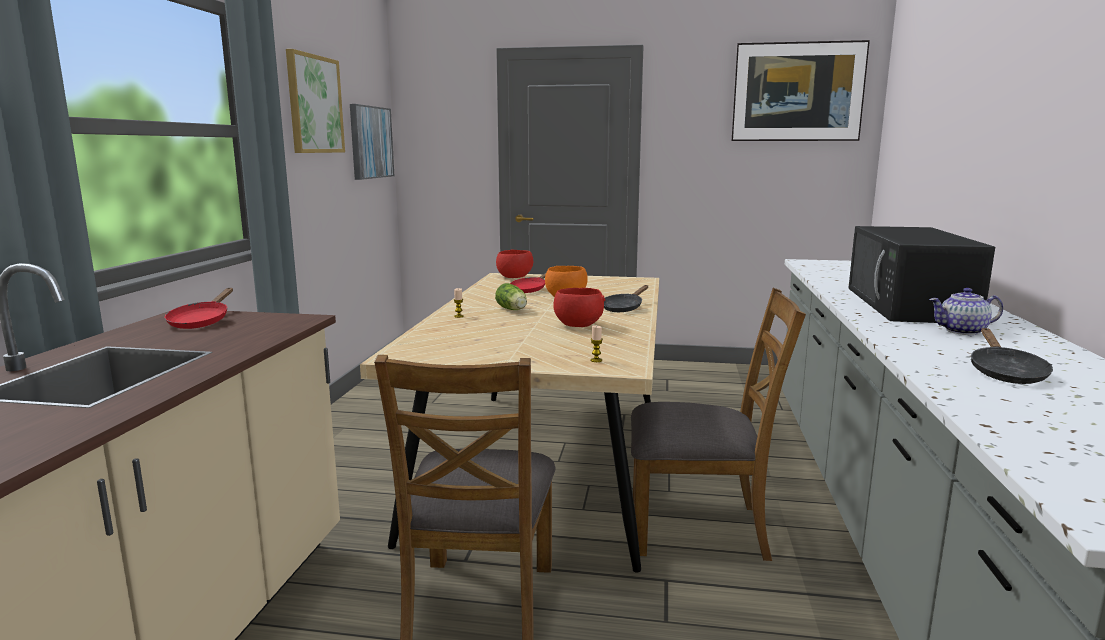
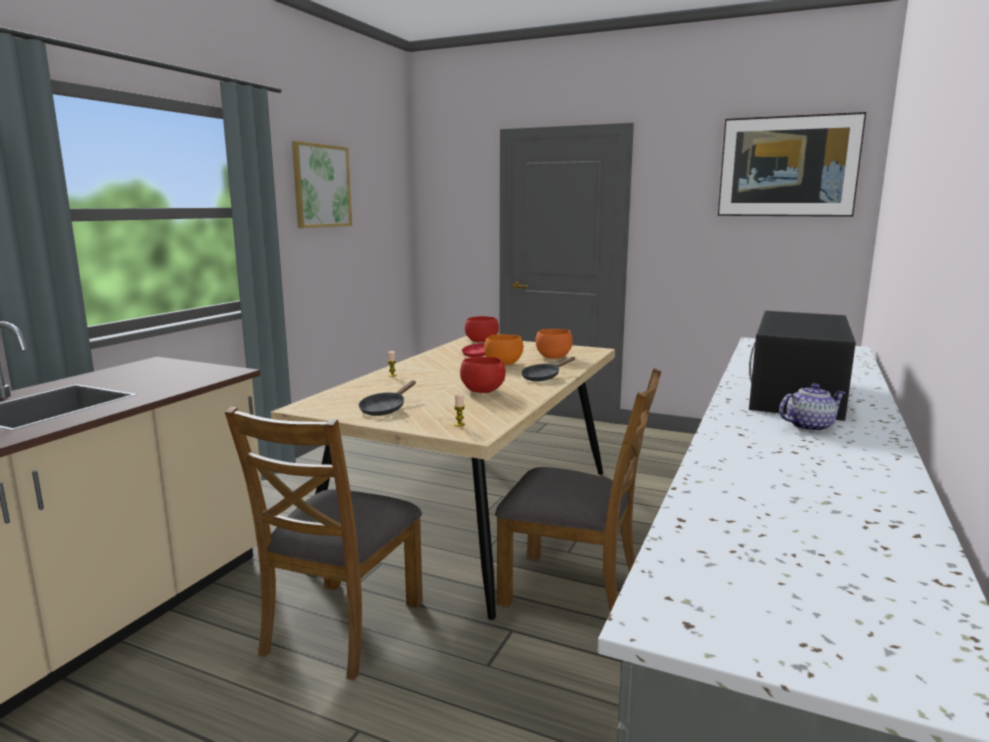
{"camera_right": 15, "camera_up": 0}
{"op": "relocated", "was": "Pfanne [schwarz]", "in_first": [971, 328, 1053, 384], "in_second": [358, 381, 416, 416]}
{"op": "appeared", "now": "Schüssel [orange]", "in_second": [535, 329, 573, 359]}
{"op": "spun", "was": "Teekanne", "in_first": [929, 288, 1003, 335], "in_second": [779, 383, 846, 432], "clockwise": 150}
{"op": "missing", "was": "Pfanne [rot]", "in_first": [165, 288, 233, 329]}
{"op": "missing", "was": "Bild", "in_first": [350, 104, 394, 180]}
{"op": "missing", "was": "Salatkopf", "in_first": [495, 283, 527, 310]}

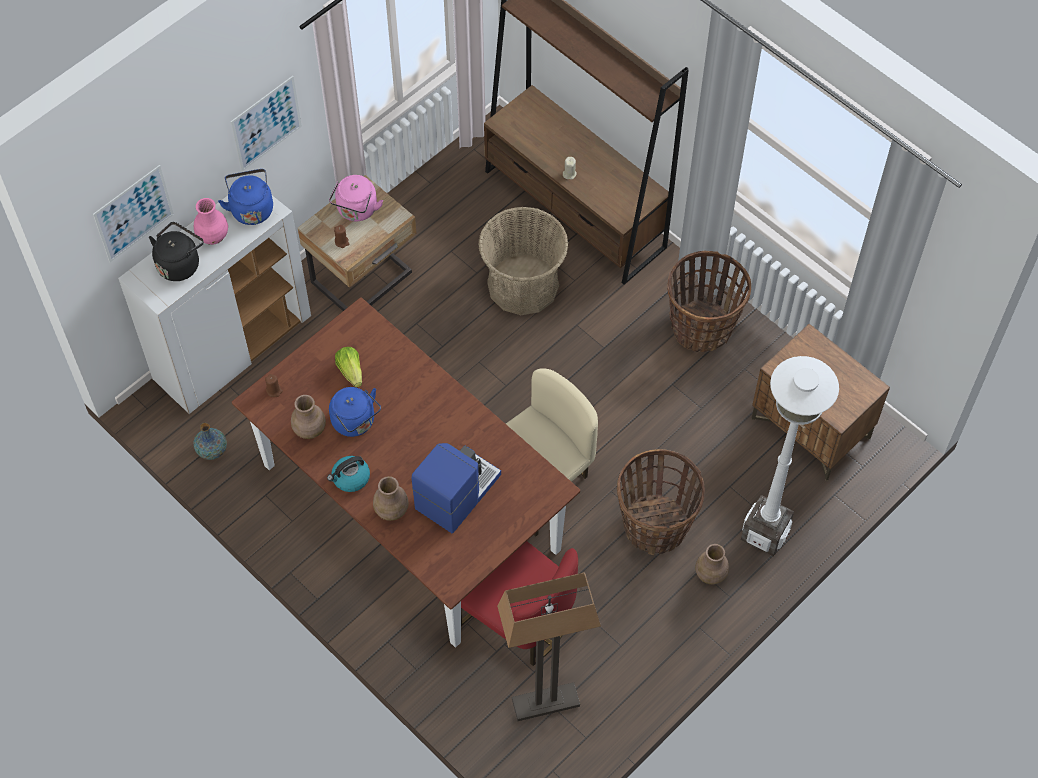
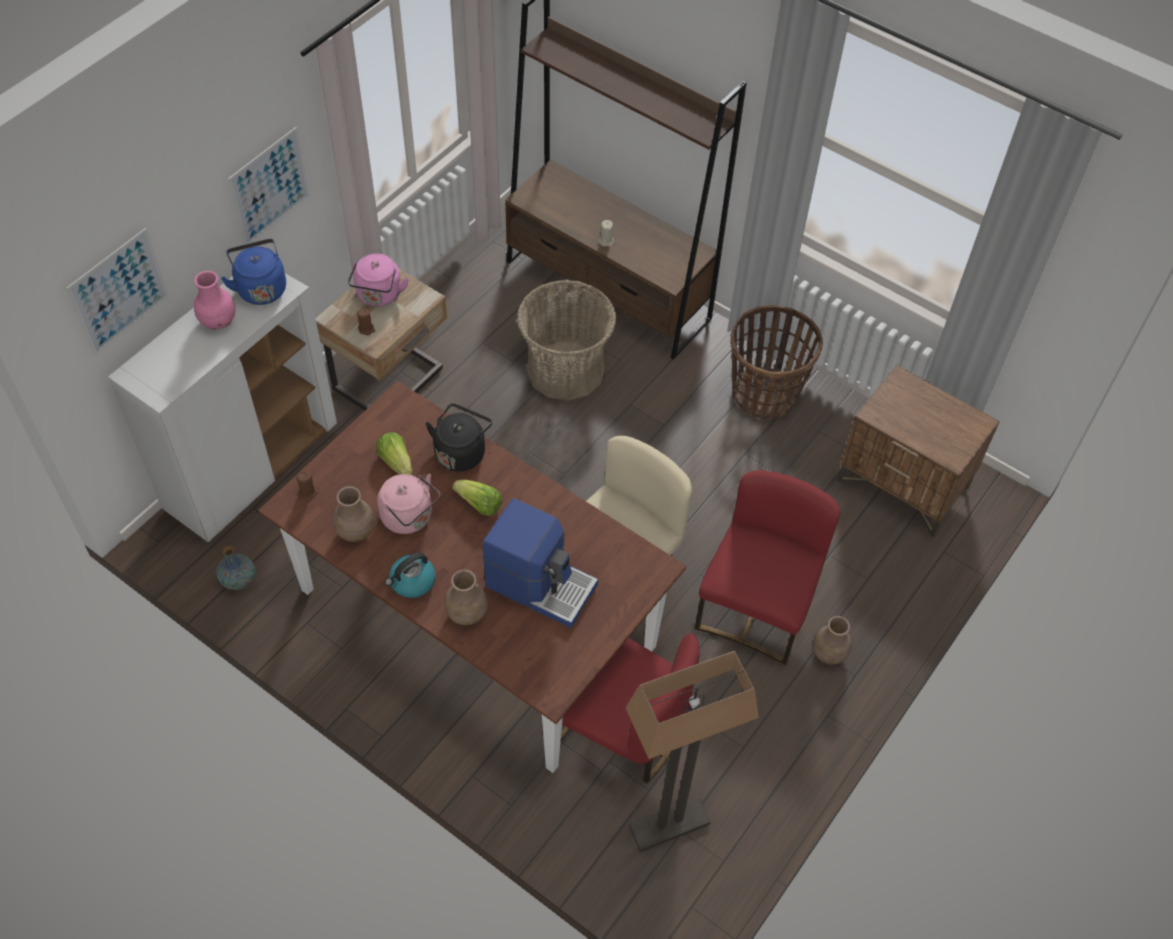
{"camera_right": -10, "camera_up": -5}
{"op": "colour", "was": "Wasserkessel [blau]", "now": "Wasserkessel [rosa]", "in_first": [329, 387, 381, 437], "in_second": [377, 474, 440, 534]}
{"op": "relocated", "was": "Wasserkessel [schwarz]", "in_first": [149, 222, 204, 281], "in_second": [426, 403, 492, 472]}
{"op": "appeared", "now": "Salatkopf", "in_second": [452, 480, 502, 516]}
{"op": "spun", "was": "Kaffeemaschine", "in_first": [412, 443, 501, 533], "in_second": [483, 498, 598, 628], "clockwise": 90}
{"op": "exchanged", "was": "Korb", "now": "Stuhl [rot]", "in_first": [617, 449, 705, 555], "in_second": [695, 470, 841, 665]}
{"op": "missing", "was": "Stehlampe [weiß]", "in_first": [741, 356, 839, 556]}

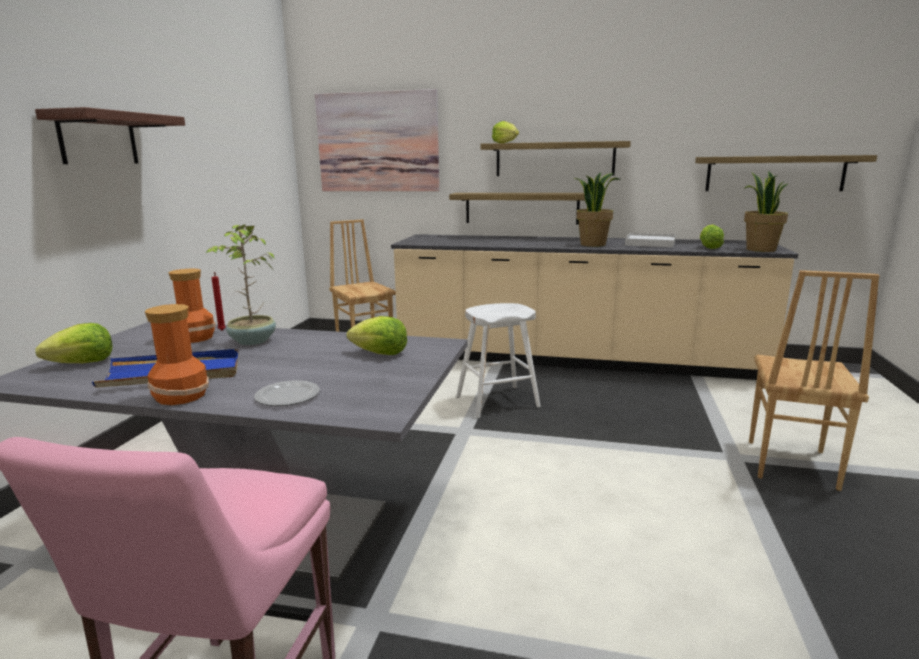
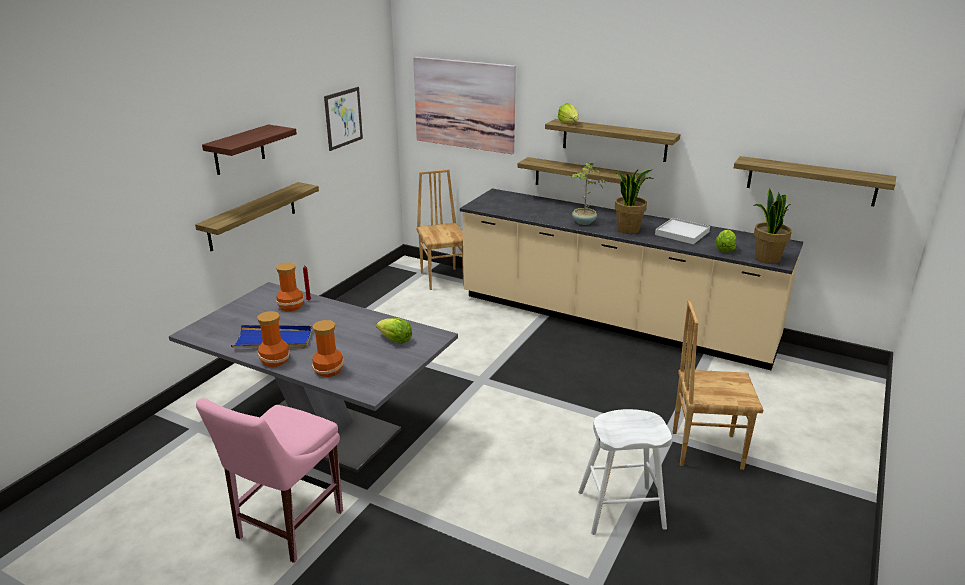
{"camera_right": 15, "camera_up": 10}
{"op": "appeared", "now": "Wandregal", "in_second": [195, 182, 319, 251]}
{"op": "exchanged", "was": "Teller", "now": "Vase", "in_first": [254, 380, 320, 406], "in_second": [312, 320, 344, 377]}
{"op": "appeared", "now": "Bild", "in_second": [324, 87, 363, 151]}
{"op": "relocated", "was": "Topfpflanze", "in_first": [206, 224, 276, 345], "in_second": [571, 163, 605, 225]}
{"op": "relocated", "was": "Hocker [weiß]", "in_first": [456, 303, 541, 419], "in_second": [578, 409, 672, 535]}
{"op": "spun", "was": "Stuhl [braun]", "in_first": [749, 270, 880, 491], "in_second": [673, 300, 764, 470], "clockwise": 60}
{"op": "missing", "was": "Salatkopf", "in_first": [35, 323, 112, 363]}

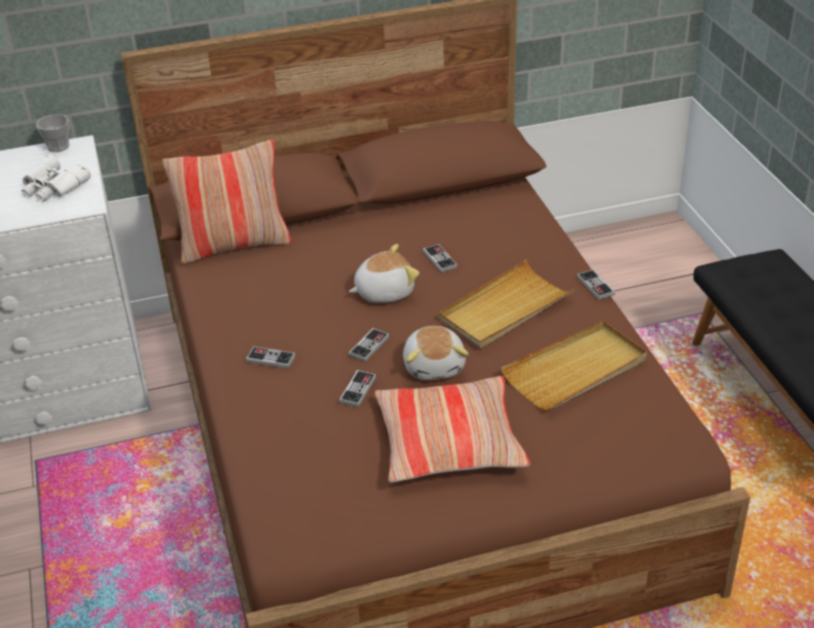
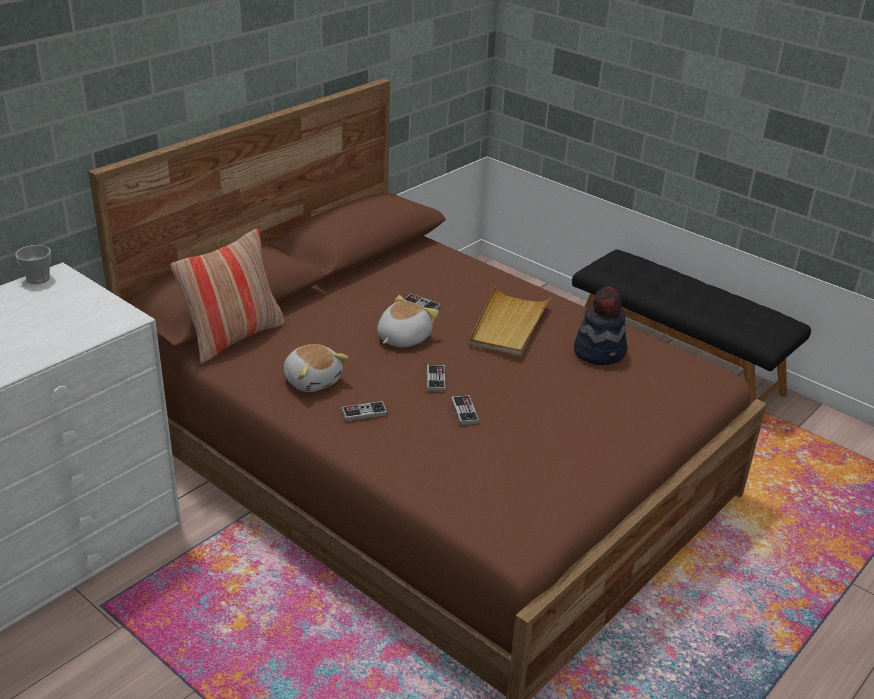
{"camera_right": -35, "camera_up": -5}
{"op": "relocated", "was": "Plüschtier", "in_first": [403, 326, 468, 380], "in_second": [284, 344, 349, 392]}
{"op": "exchanged", "was": "Tablett [beige]", "now": "Hut", "in_first": [501, 321, 647, 411], "in_second": [574, 286, 628, 365]}
{"op": "missing", "was": "Fernglas [weiß]", "in_first": [21, 154, 91, 202]}
{"op": "missing", "was": "Kissen", "in_first": [375, 376, 530, 483]}
{"op": "missing", "was": "Gamepad", "in_first": [577, 269, 615, 300]}

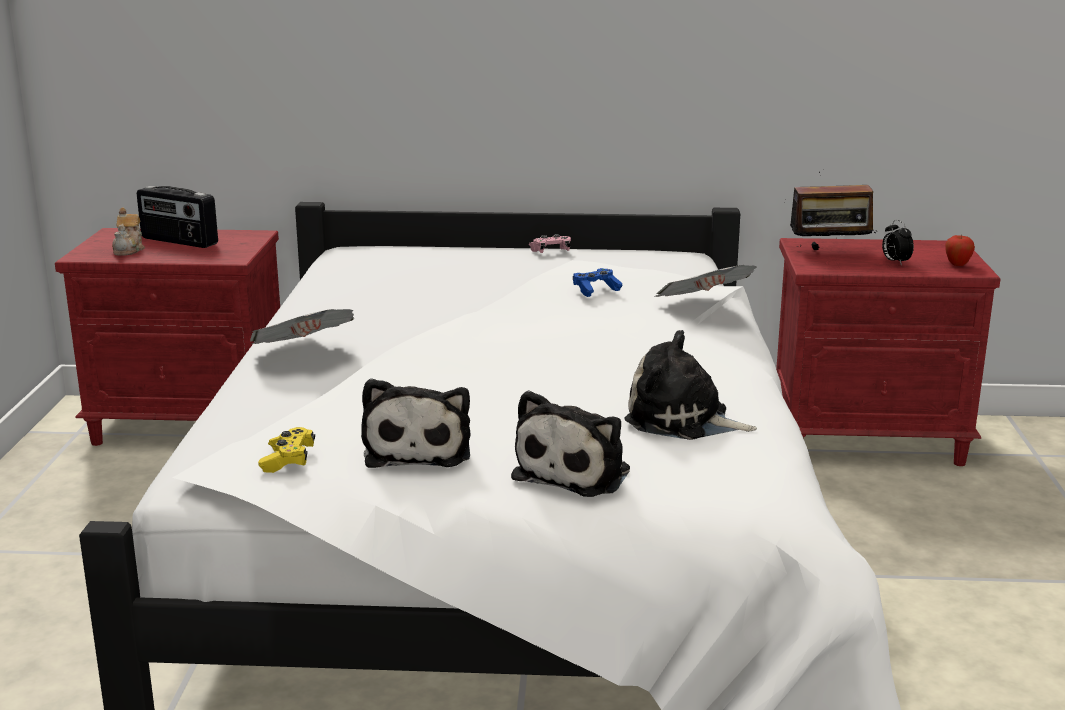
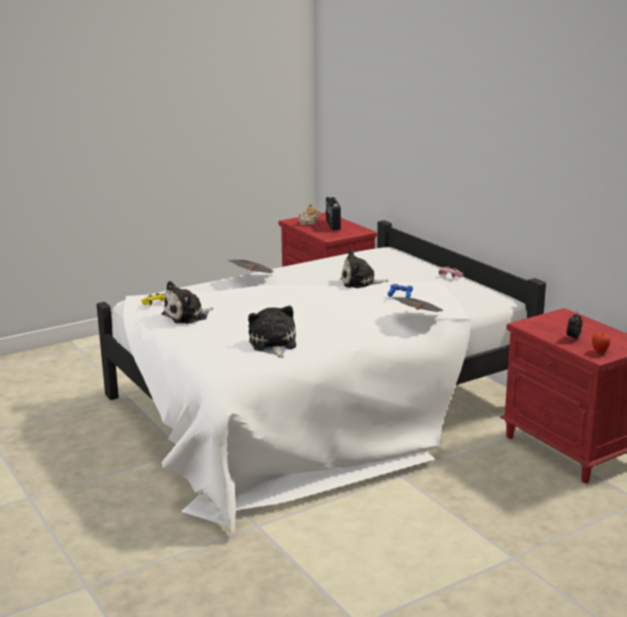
{"camera_right": 55, "camera_up": 0}
{"op": "relocated", "was": "Plüschtier", "in_first": [511, 390, 630, 497], "in_second": [341, 249, 389, 288]}
{"op": "missing", "was": "Radio", "in_first": [785, 172, 877, 250]}

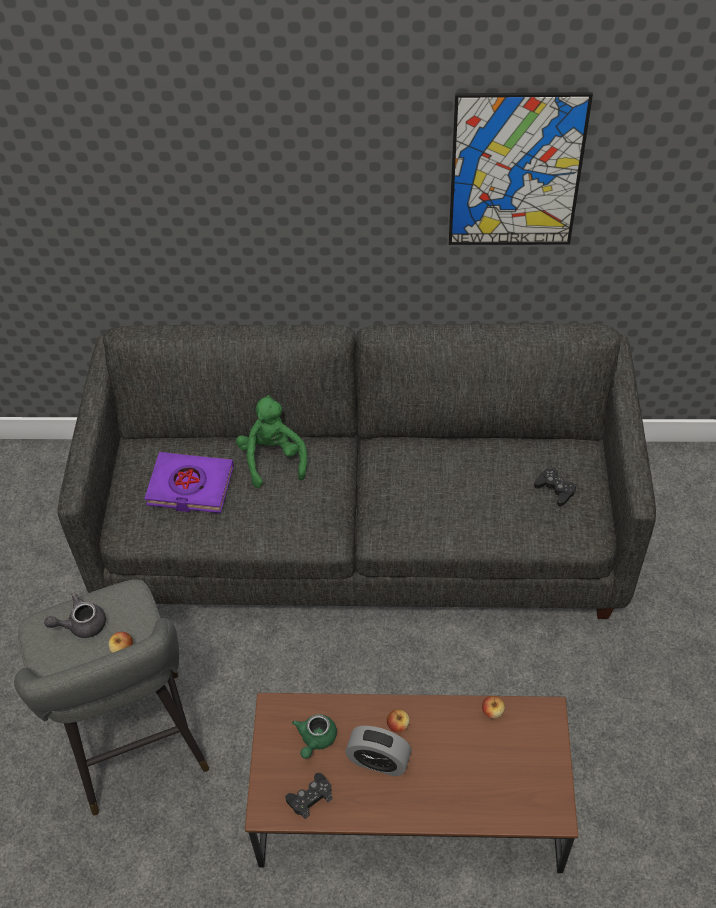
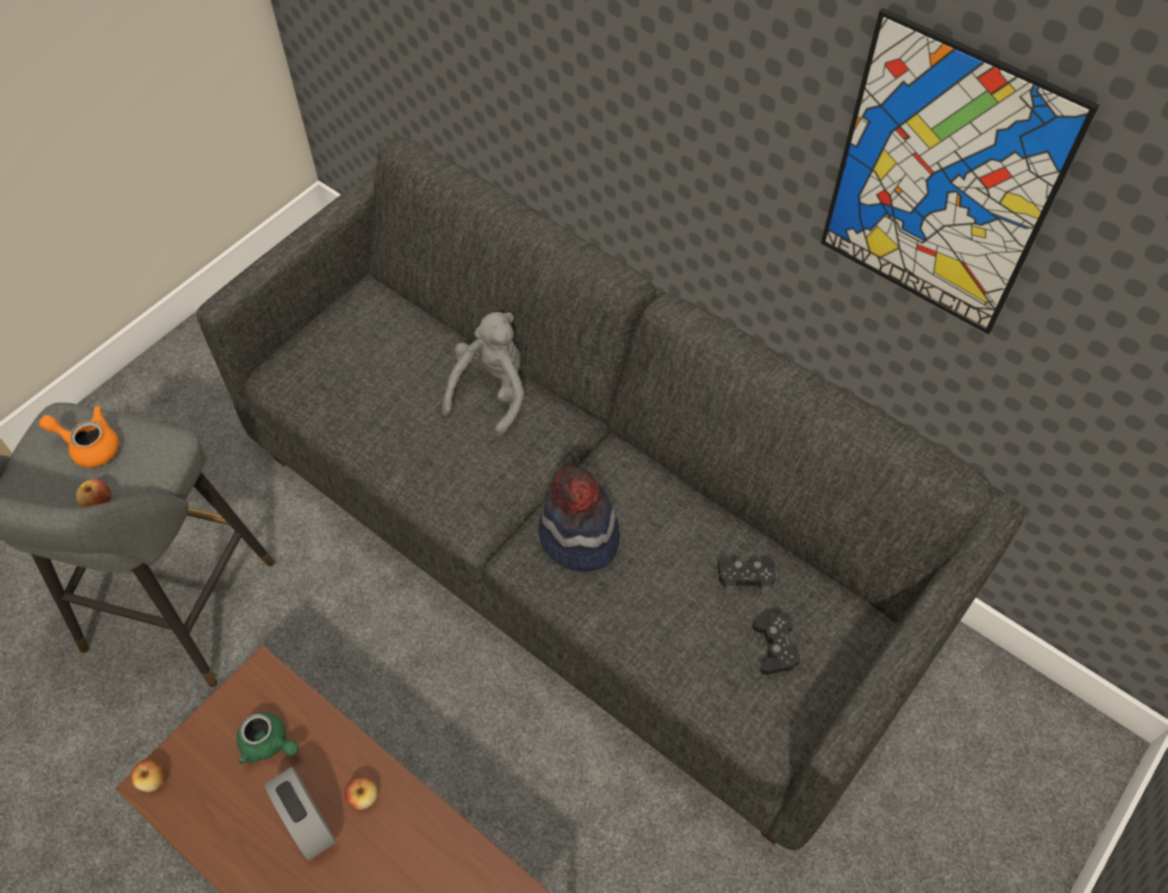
{"camera_right": 35, "camera_up": 5}
{"op": "colour", "was": "Teekanne [grau]", "now": "Teekanne [orange]", "in_first": [44, 593, 106, 638], "in_second": [39, 406, 119, 468]}
{"op": "relocated", "was": "Apfel", "in_first": [482, 696, 505, 719], "in_second": [132, 758, 165, 792]}
{"op": "spun", "was": "Teekanne [grün]", "in_first": [292, 714, 337, 759], "in_second": [236, 712, 299, 765], "clockwise": -120}
{"op": "colour", "was": "Plüschtier [grün]", "now": "Plüschtier [grau]", "in_first": [236, 395, 307, 488], "in_second": [442, 312, 525, 437]}
{"op": "appeared", "now": "Hut", "in_second": [538, 466, 620, 572]}
{"op": "relocated", "was": "Gamepad [schwarz]", "in_first": [285, 773, 332, 819], "in_second": [717, 556, 776, 594]}
{"op": "missing", "was": "Buch [lila]", "in_first": [144, 452, 234, 513]}

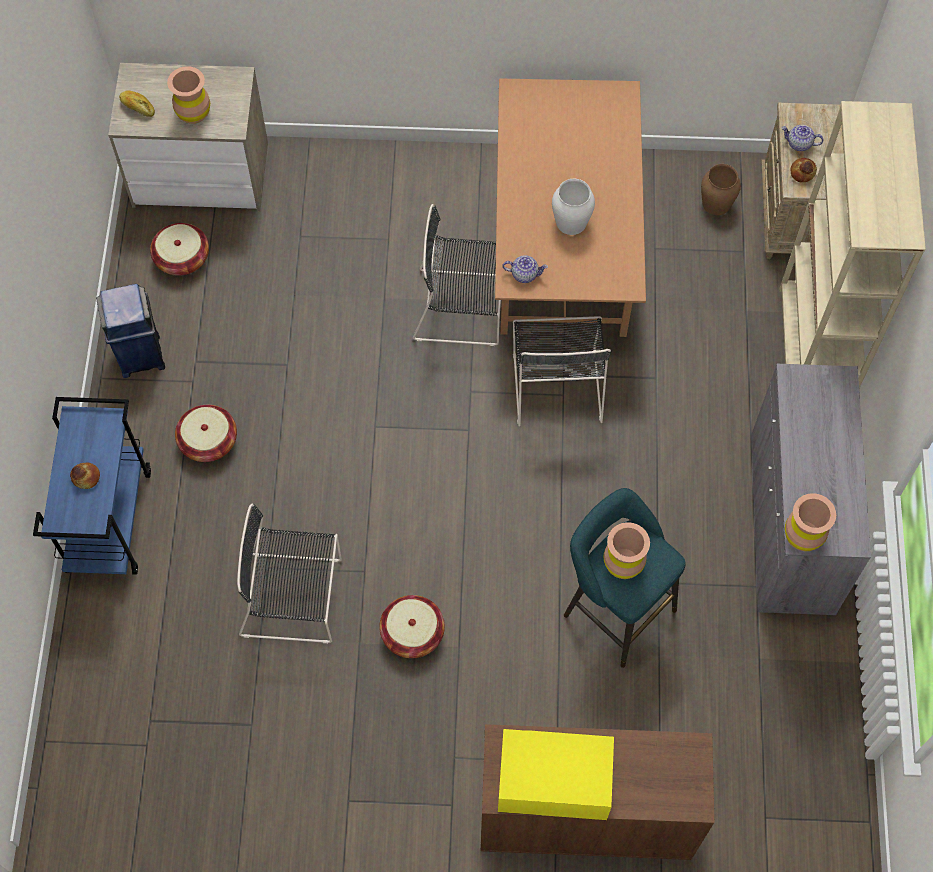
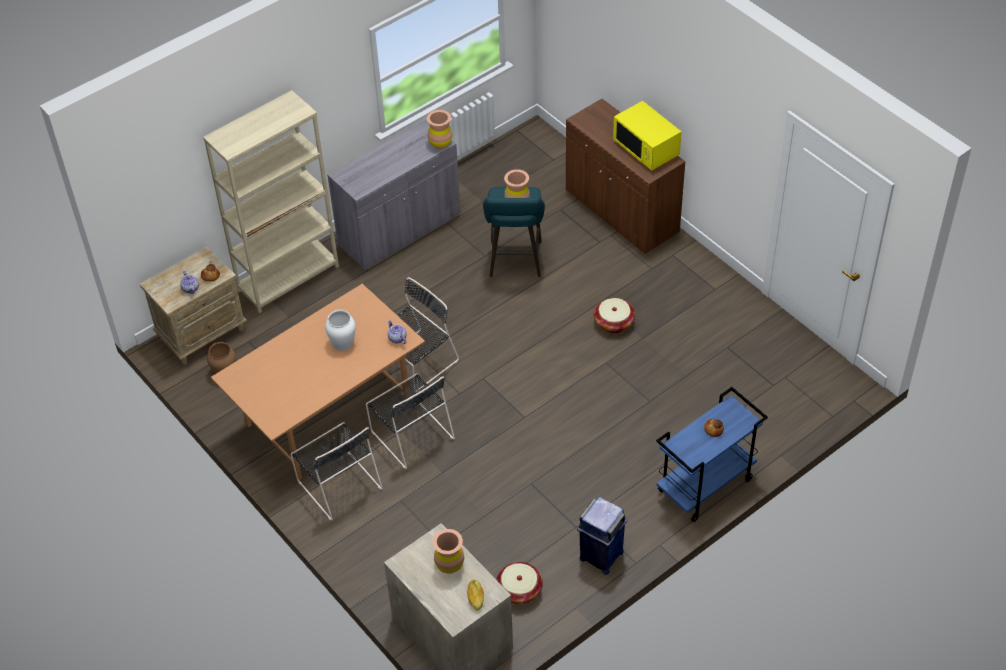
{"camera_right": -130, "camera_up": -15}
{"op": "relocated", "was": "Stuhl [schwarz]", "in_first": [237, 504, 342, 644], "in_second": [291, 422, 383, 521]}
{"op": "missing", "was": "Korb", "in_first": [175, 405, 237, 462]}

